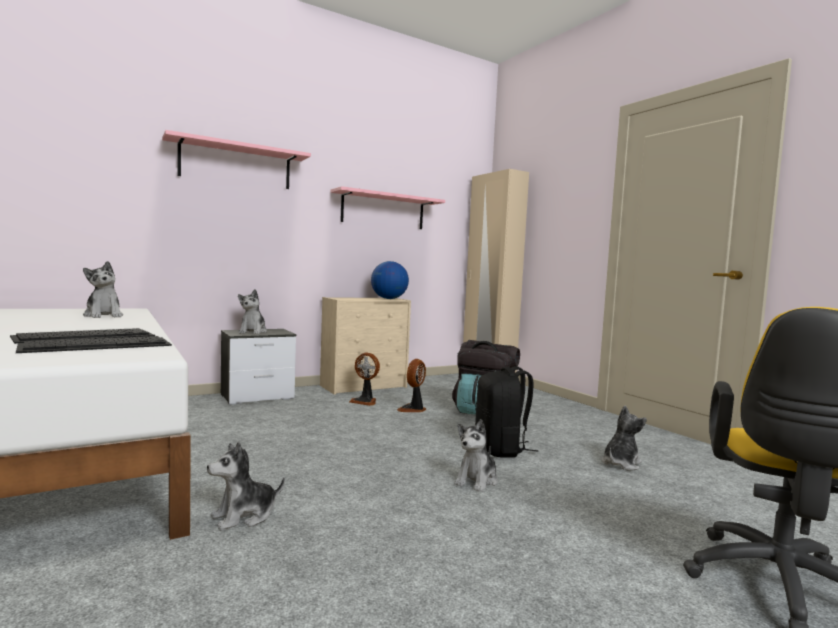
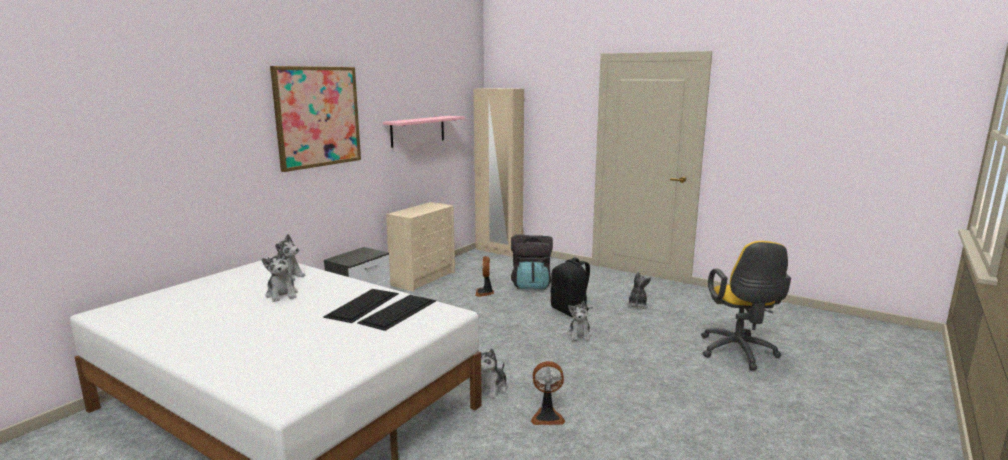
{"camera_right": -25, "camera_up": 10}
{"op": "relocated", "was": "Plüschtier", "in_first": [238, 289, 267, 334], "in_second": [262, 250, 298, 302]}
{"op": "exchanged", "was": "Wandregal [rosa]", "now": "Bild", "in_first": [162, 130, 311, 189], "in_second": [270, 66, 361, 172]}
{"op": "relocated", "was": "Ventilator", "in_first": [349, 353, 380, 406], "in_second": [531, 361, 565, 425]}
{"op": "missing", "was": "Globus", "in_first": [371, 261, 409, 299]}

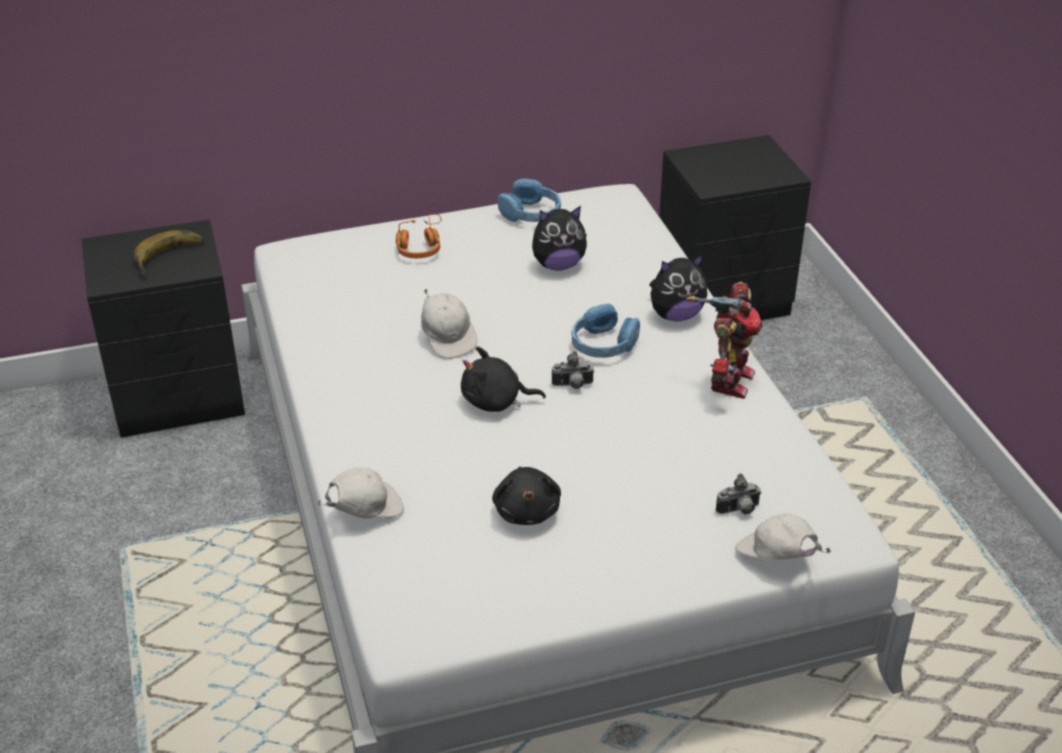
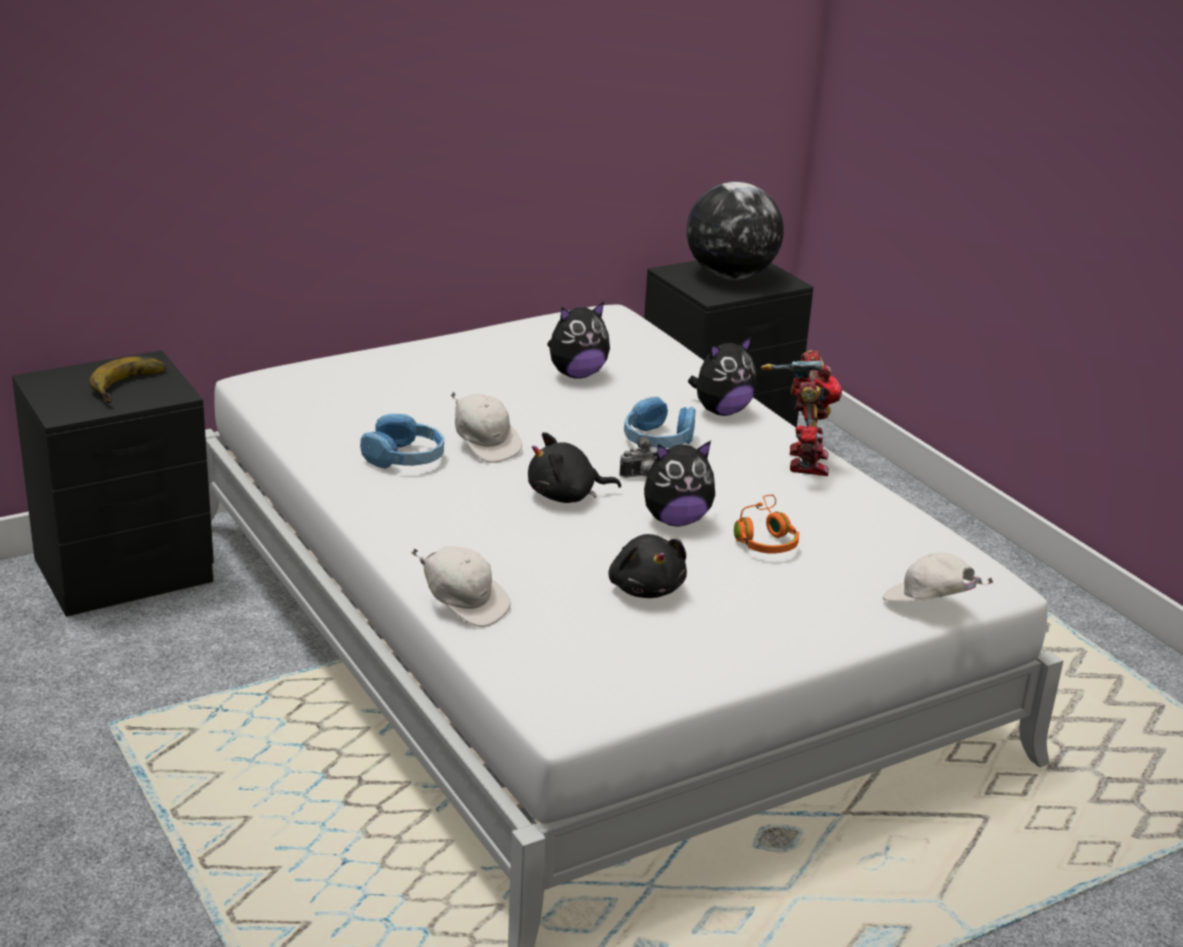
{"camera_right": -15, "camera_up": -10}
{"op": "relocated", "was": "Kopfhörer [blau]", "in_first": [497, 179, 561, 222], "in_second": [360, 414, 444, 468]}
{"op": "spun", "was": "Kappe [weiß]", "in_first": [317, 468, 404, 519], "in_second": [411, 546, 511, 627], "clockwise": 75}
{"op": "appeared", "now": "Plüschtier", "in_second": [644, 441, 715, 526]}
{"op": "appeared", "now": "Globus", "in_second": [687, 182, 783, 280]}
{"op": "relocated", "was": "Kopfhörer [orange]", "in_first": [396, 214, 442, 258], "in_second": [734, 495, 799, 553]}
{"op": "missing", "was": "Kamera", "in_first": [716, 474, 761, 515]}

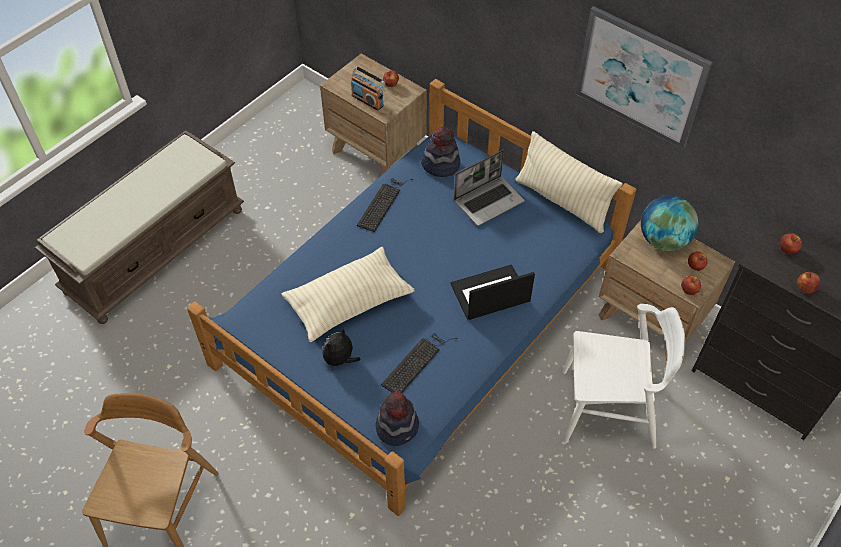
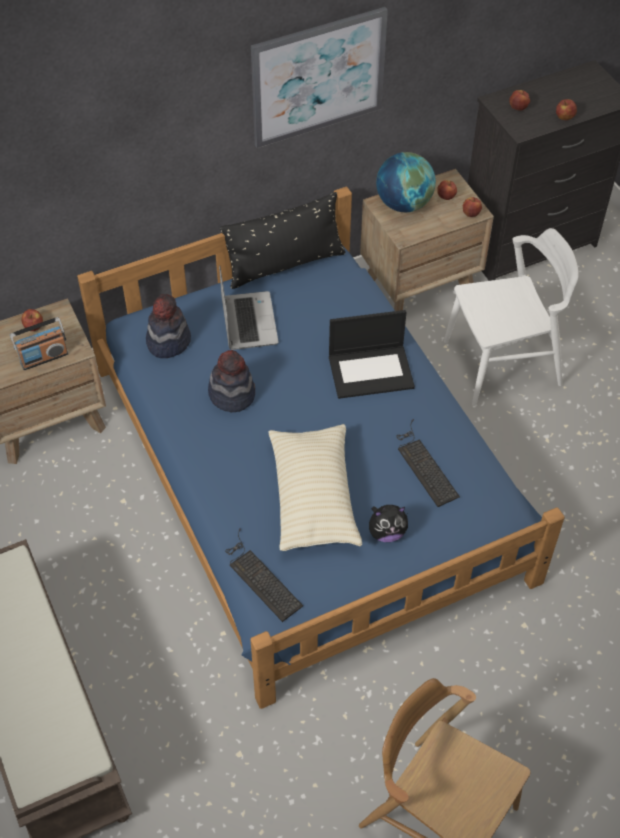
{"camera_right": -65, "camera_up": 0}
{"op": "relocated", "was": "Hut", "in_first": [376, 392, 419, 446], "in_second": [208, 350, 255, 413]}
{"op": "colour", "was": "Kissen [beige]", "now": "Kissen [schwarz]", "in_first": [516, 131, 622, 233], "in_second": [220, 192, 345, 289]}
{"op": "relocated", "was": "Tastatur", "in_first": [357, 178, 414, 232], "in_second": [225, 528, 303, 622]}
{"op": "spun", "was": "Laptop", "in_first": [450, 265, 535, 320], "in_second": [329, 310, 415, 399], "clockwise": -105}
{"op": "spun", "was": "Plüschtier", "in_first": [322, 328, 361, 370], "in_second": [369, 505, 408, 542], "clockwise": -75}
{"op": "spun", "was": "Stuhl [weiß]", "in_first": [562, 304, 685, 449], "in_second": [444, 228, 579, 406], "clockwise": 45}

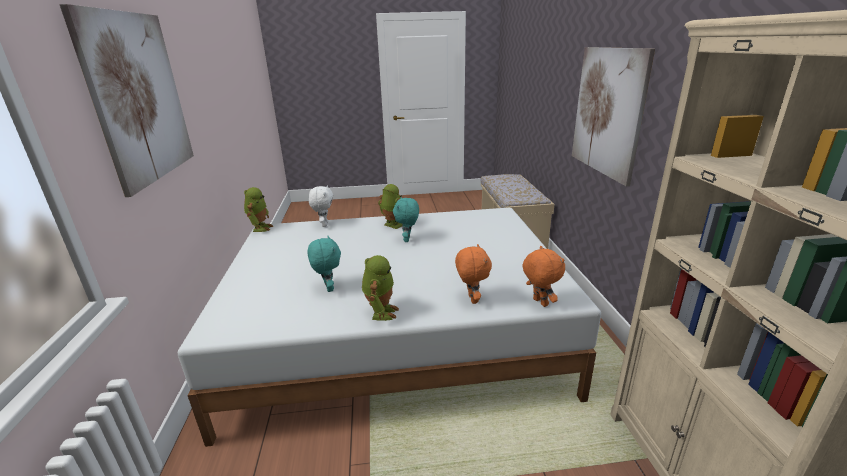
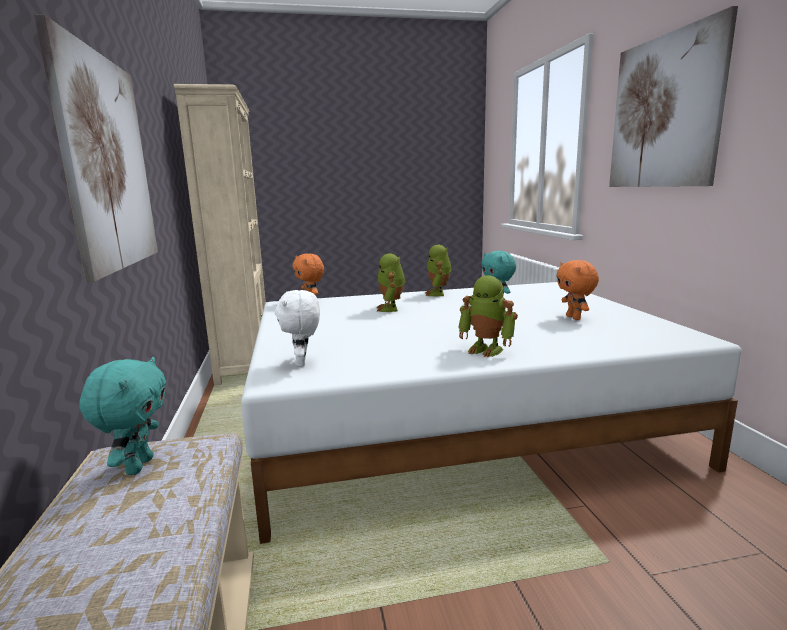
{"camera_right": 175, "camera_up": -10}
{"op": "relocated", "was": "Plüschtier [türkis]", "in_first": [393, 197, 419, 242], "in_second": [79, 357, 166, 475]}
{"op": "relocated", "was": "Plüschtier [weiß]", "in_first": [309, 185, 333, 227], "in_second": [275, 290, 320, 367]}
{"op": "relocated", "was": "Spielzeugroboter", "in_first": [244, 187, 273, 232], "in_second": [377, 254, 405, 312]}
{"op": "relocated", "was": "Plüschtier [orange]", "in_first": [455, 244, 492, 304], "in_second": [556, 260, 599, 320]}

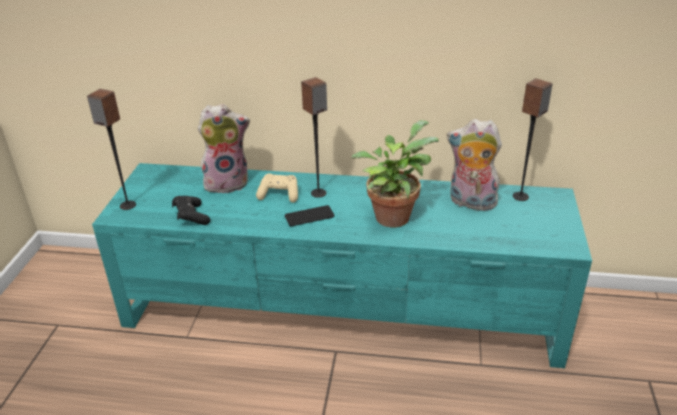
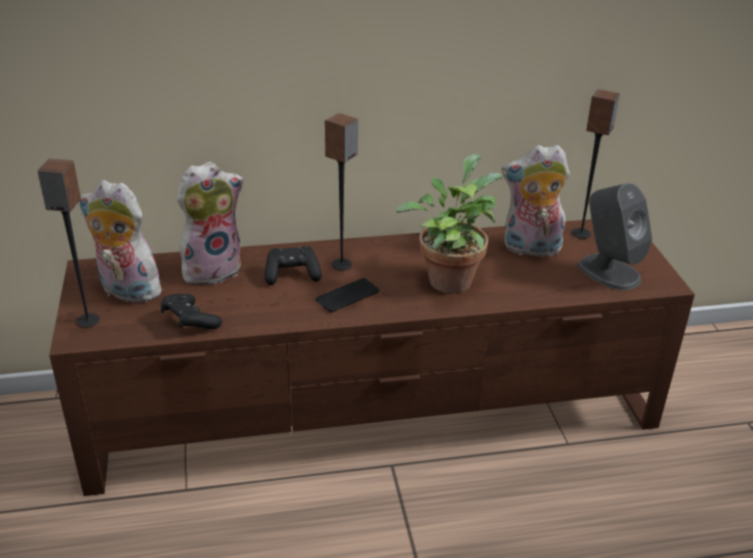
{"camera_right": -20, "camera_up": 0}
{"op": "colour", "was": "Fernsehschrank [türkis]", "now": "Fernsehschrank [braun]", "in_first": [92, 163, 592, 368], "in_second": [49, 219, 695, 496]}
{"op": "appeared", "now": "Plüschtier", "in_second": [79, 180, 168, 303]}
{"op": "colour", "was": "Gamepad [beige]", "now": "Gamepad [schwarz]", "in_first": [256, 173, 298, 203], "in_second": [265, 246, 322, 285]}
{"op": "appeared", "now": "Lautsprecher [grau]", "in_second": [578, 183, 652, 290]}

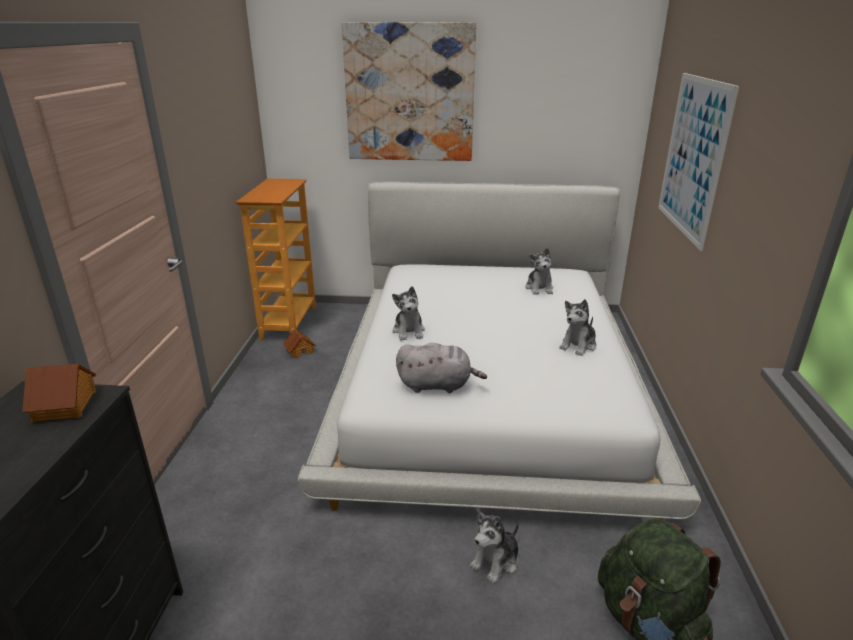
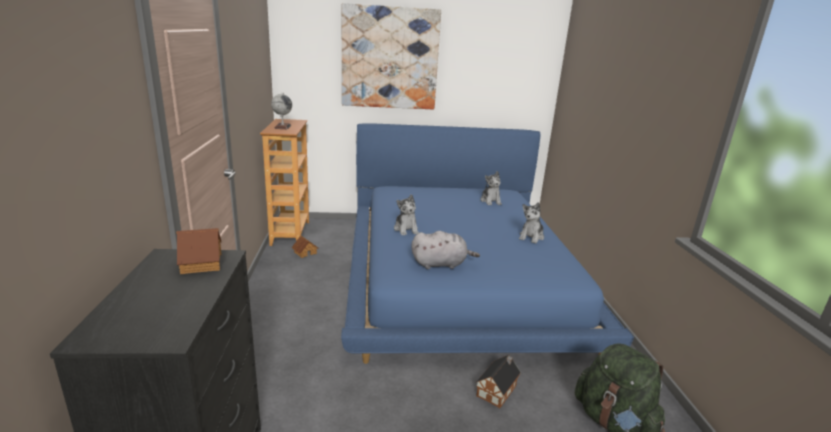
{"camera_right": -10, "camera_up": -5}
{"op": "appeared", "now": "Globus", "in_second": [271, 92, 292, 129]}
{"op": "colour", "was": "Bett [weiß]", "now": "Bett [blau]", "in_first": [298, 182, 701, 520], "in_second": [341, 123, 634, 364]}
{"op": "exchanged", "was": "Plüschtier", "now": "Spielzeughaus", "in_first": [470, 510, 519, 584], "in_second": [476, 355, 521, 408]}
{"op": "missing", "was": "Bild", "in_first": [658, 73, 739, 251]}

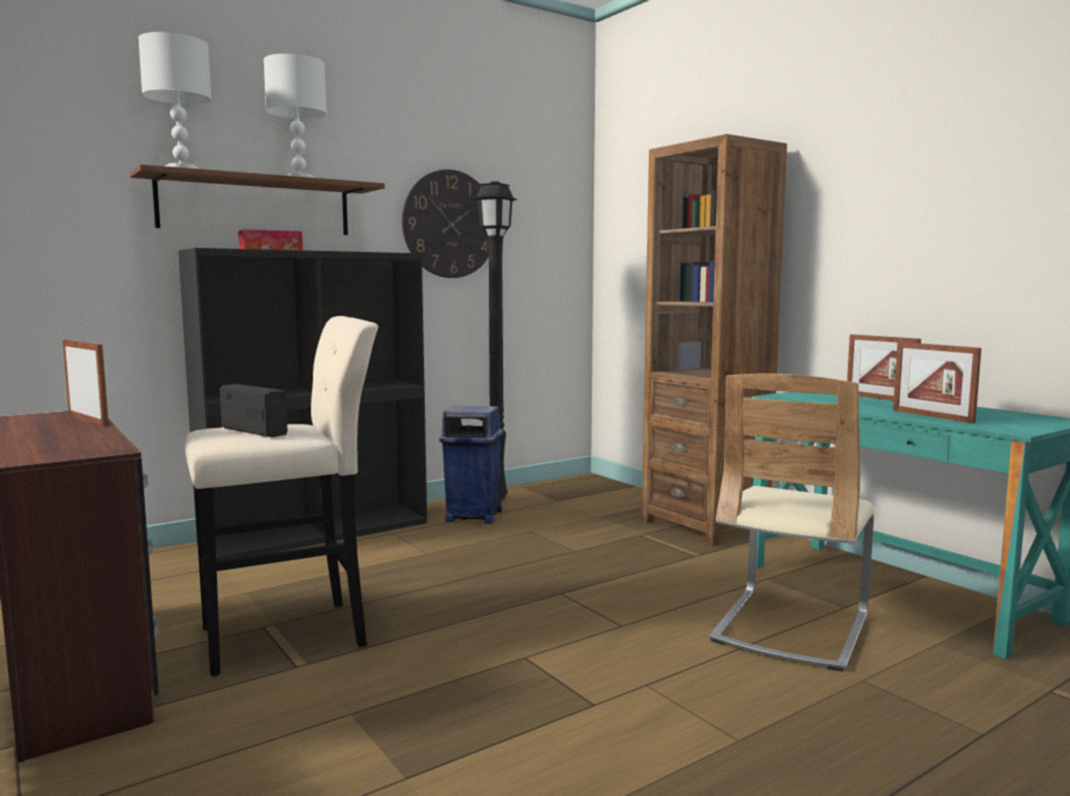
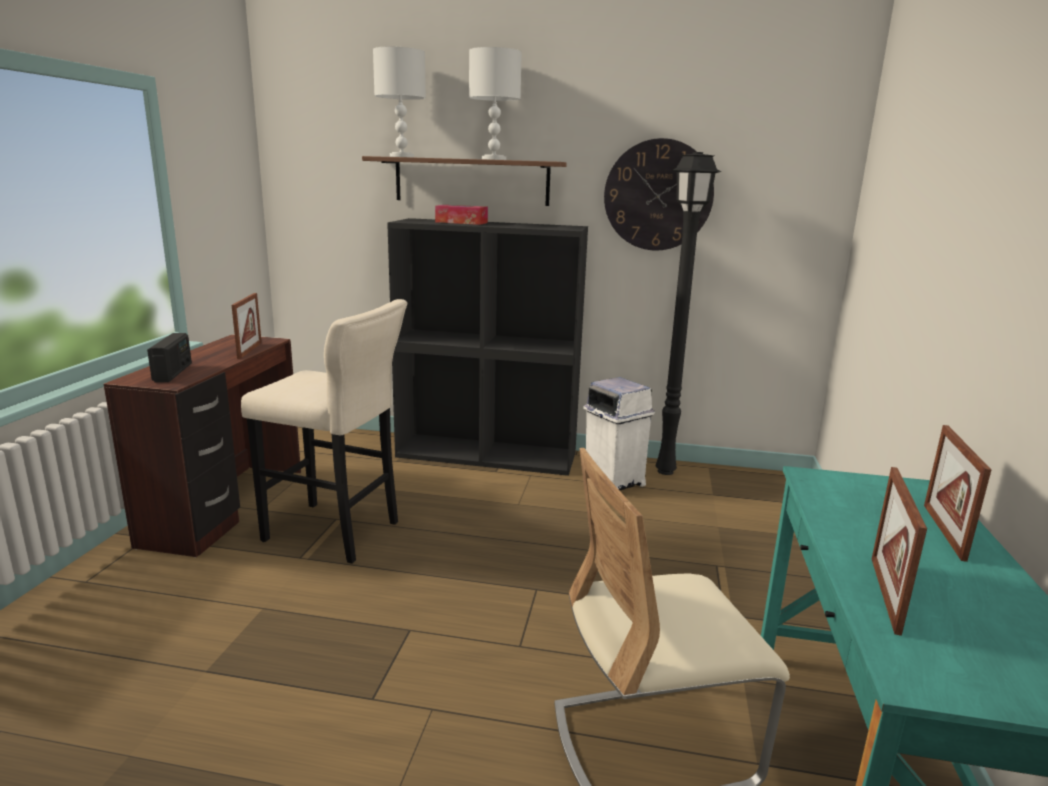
{"camera_right": 45, "camera_up": 10}
{"op": "relocated", "was": "Radio", "in_first": [220, 384, 288, 437], "in_second": [147, 333, 192, 382]}
{"op": "colour", "was": "Mülleimer [blau]", "now": "Mülleimer [weiß]", "in_first": [439, 406, 503, 524], "in_second": [584, 377, 655, 490]}
{"op": "missing", "was": "Bücherregal [braun]", "in_first": [642, 134, 787, 547]}

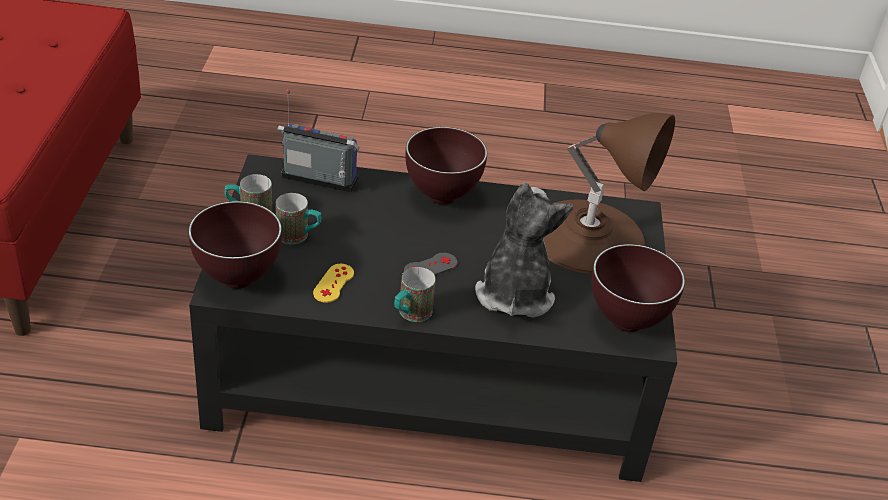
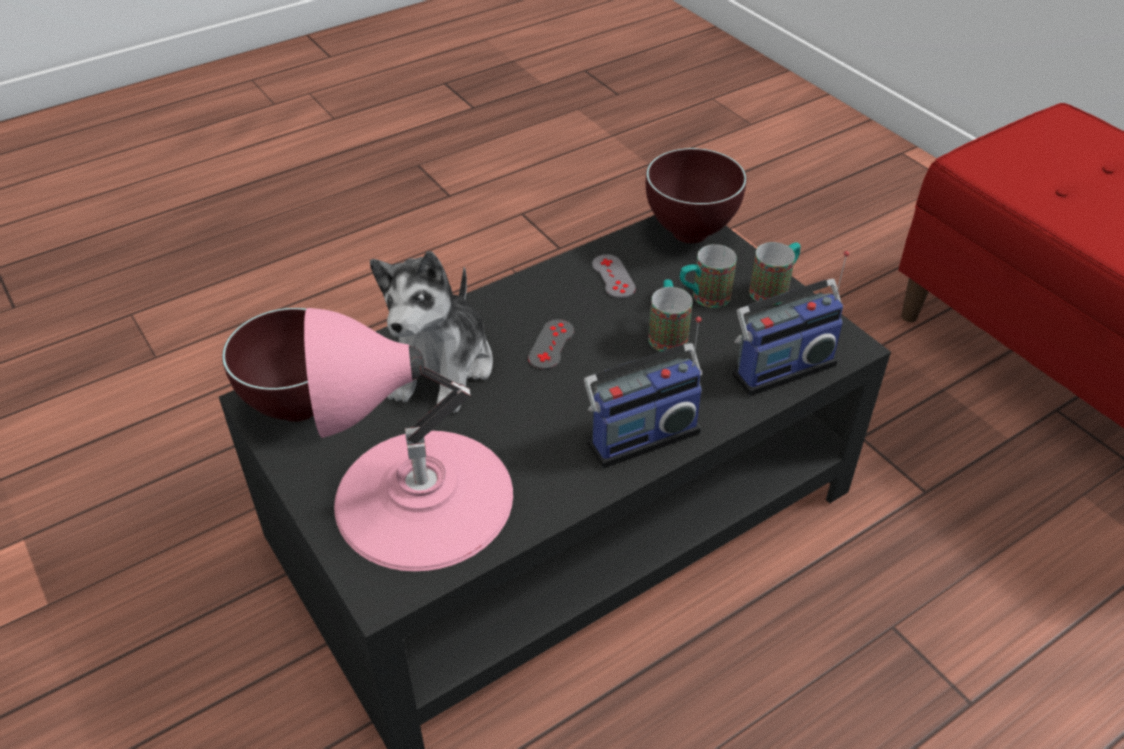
{"camera_right": 145, "camera_up": 5}
{"op": "colour", "was": "Tischlampe [braun]", "now": "Tischlampe [rosa]", "in_first": [543, 113, 675, 274], "in_second": [304, 308, 513, 571]}
{"op": "spun", "was": "Plüschtier", "in_first": [475, 182, 573, 318], "in_second": [370, 251, 493, 413], "clockwise": 45}
{"op": "exchanged", "was": "Schüssel [braun]", "now": "Radio", "in_first": [405, 127, 487, 205], "in_second": [584, 317, 703, 468]}
{"op": "colour", "was": "Gamepad [gelb]", "now": "Gamepad [grau]", "in_first": [313, 264, 354, 303], "in_second": [592, 254, 636, 298]}
{"op": "relocated", "was": "Henkelbecher", "in_first": [394, 267, 436, 322], "in_second": [648, 279, 693, 351]}

